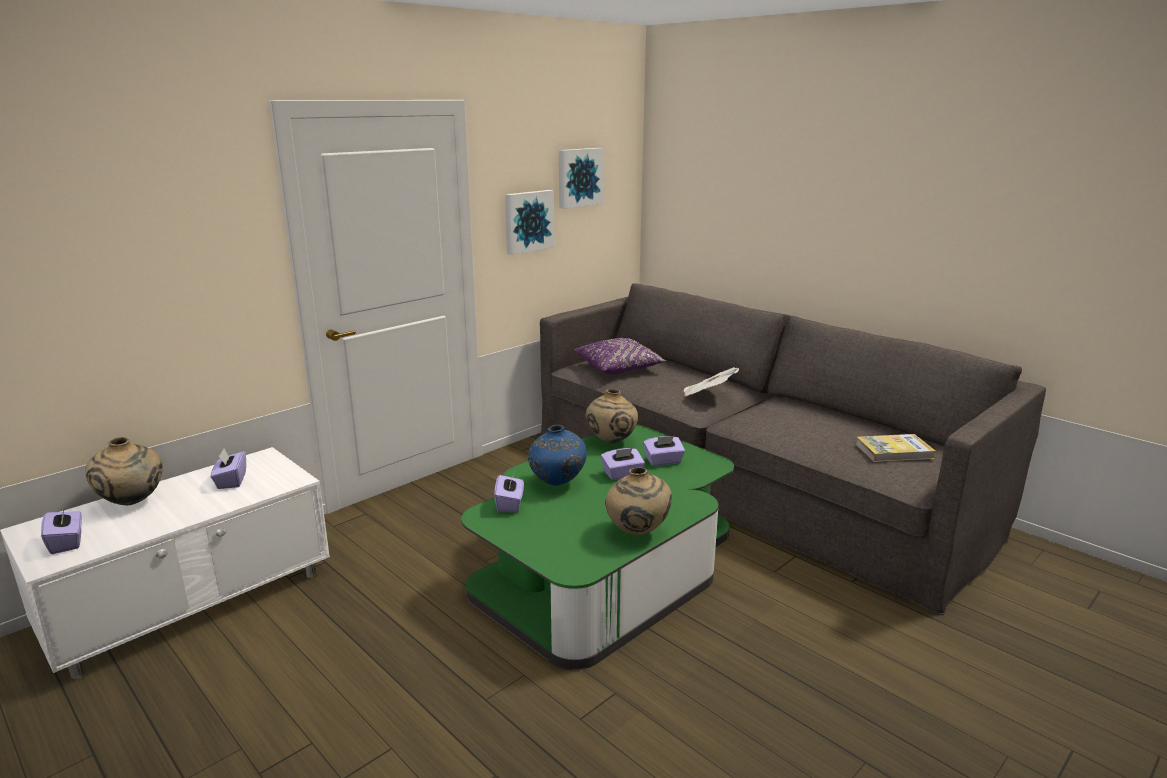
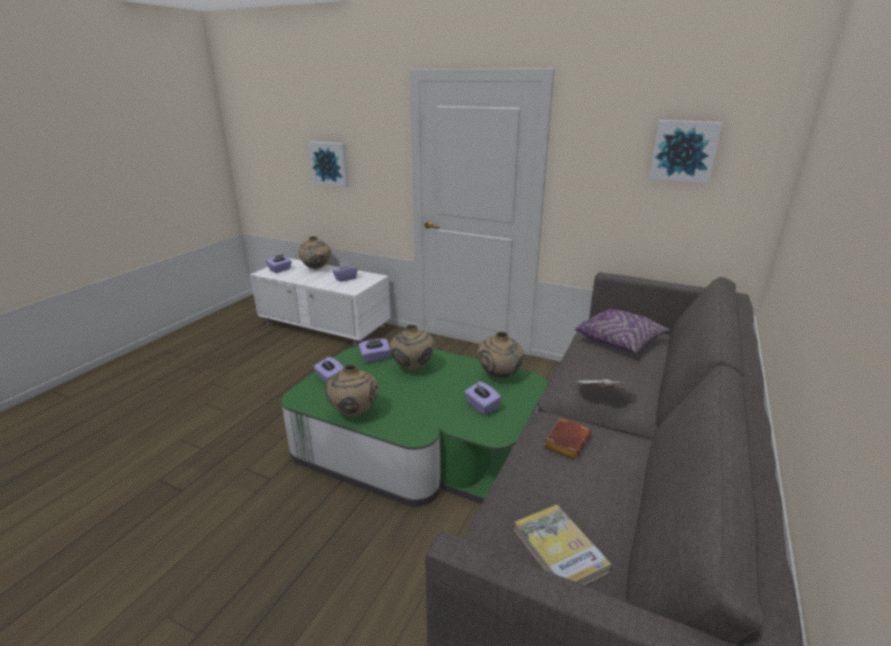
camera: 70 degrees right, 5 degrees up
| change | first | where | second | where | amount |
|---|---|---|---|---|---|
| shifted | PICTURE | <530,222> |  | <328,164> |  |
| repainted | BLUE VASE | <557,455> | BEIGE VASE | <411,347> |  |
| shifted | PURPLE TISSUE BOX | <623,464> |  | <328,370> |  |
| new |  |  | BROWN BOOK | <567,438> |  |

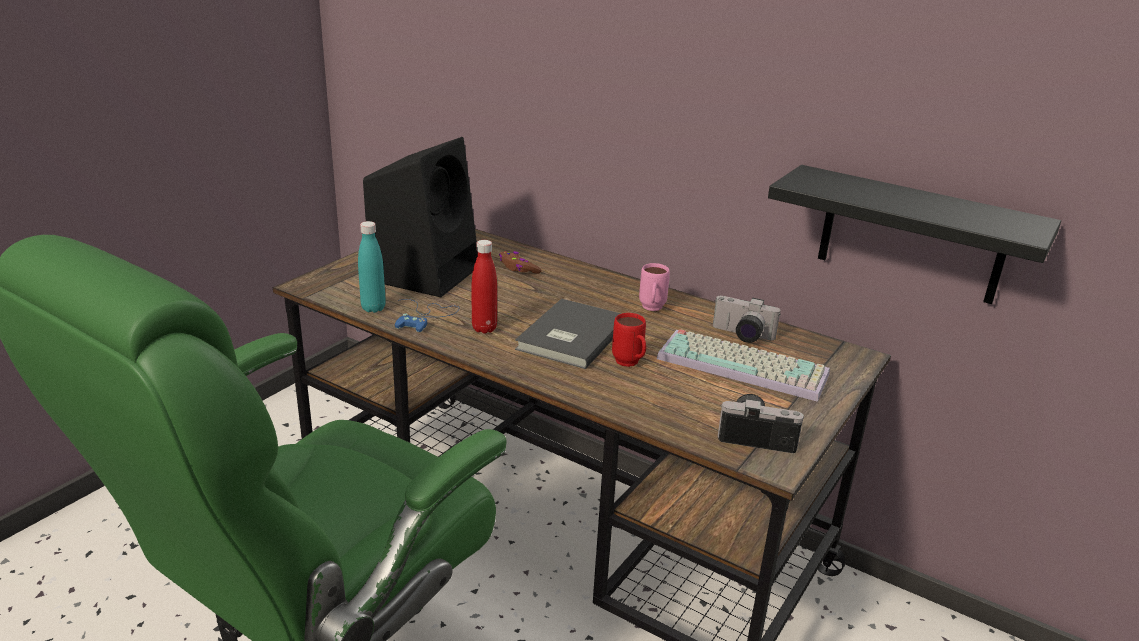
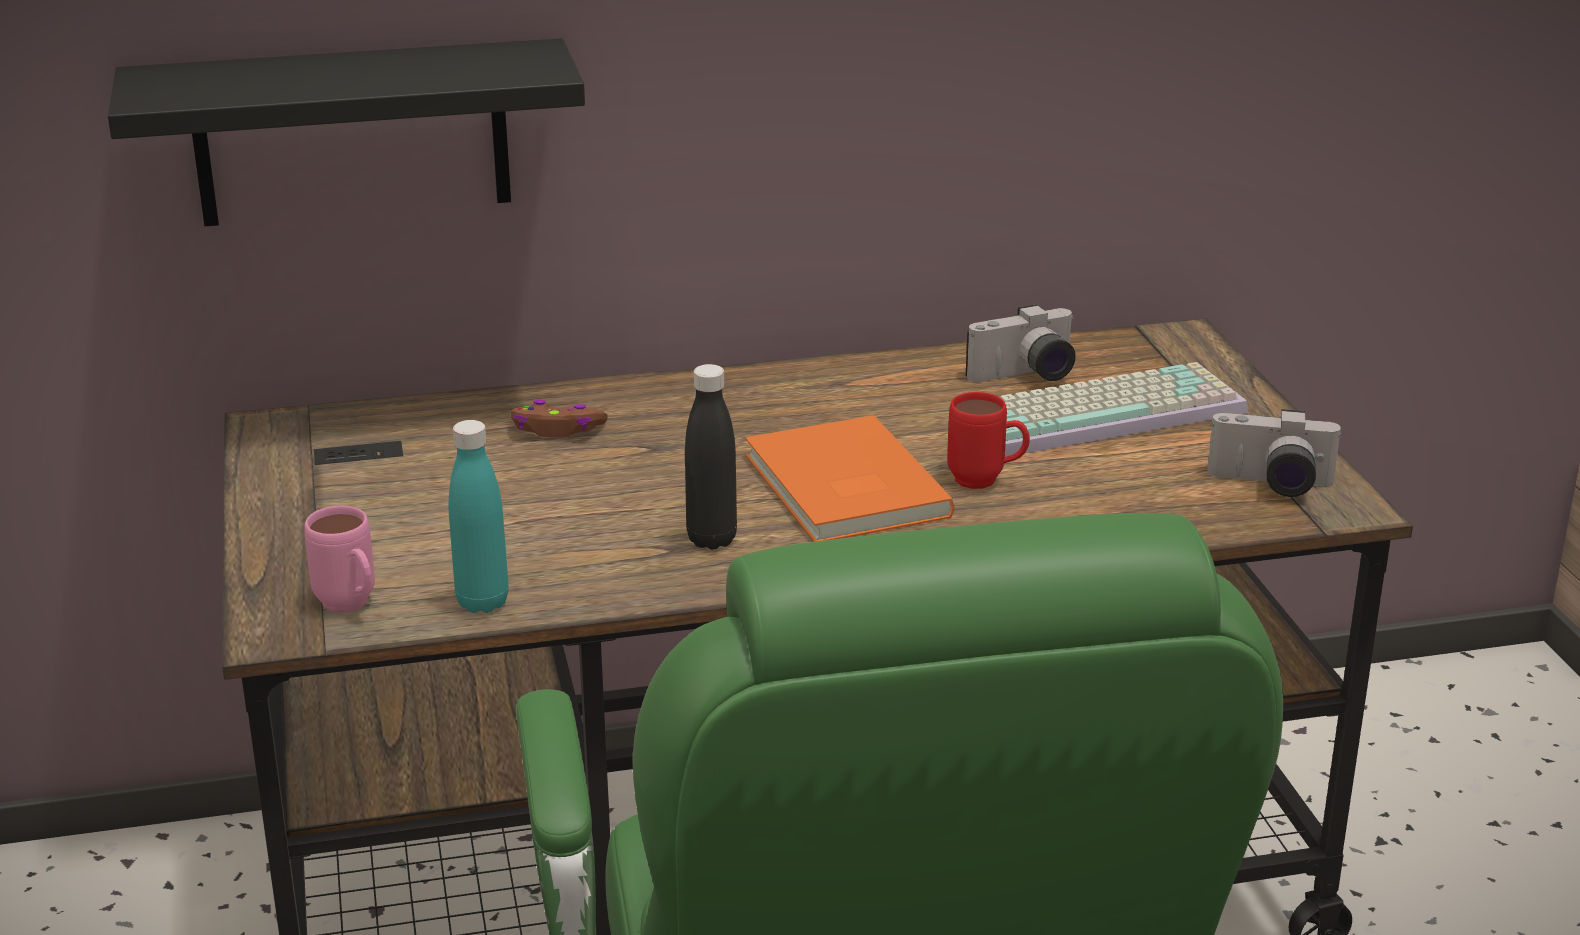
camera: 45 degrees left, 0 degrees up
| change | first | where | second | where | amount |
|---|---|---|---|---|---|
| gone | BLACK SPEAKER | <420,217> |  |  |  |
| shifted | BLACK SHELF | <914,234> |  | <346,132> |  |
| repainted | RED BOTTLE | <484,286> | BLACK BOTTLE | <711,457> |  |
| shifted | PINK MUG | <654,287> |  | <339,559> |  |
| gone | BLUE GAME CONTROLLER | <427,315> |  |  |  |
| repainted | GREY BOOK | <568,334> | ORANGE BOOK | <850,478> |  |
| rotated | PHOTO CAMERA | <761,423> |  | <1275,453> | 135 degrees counterclockwise |

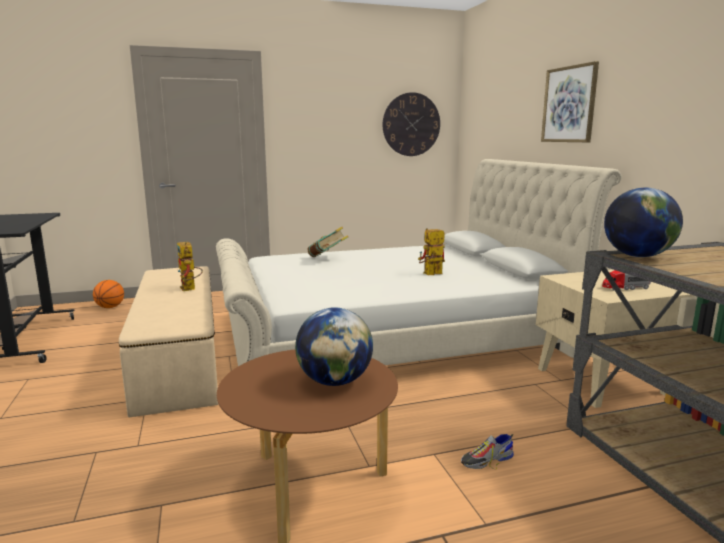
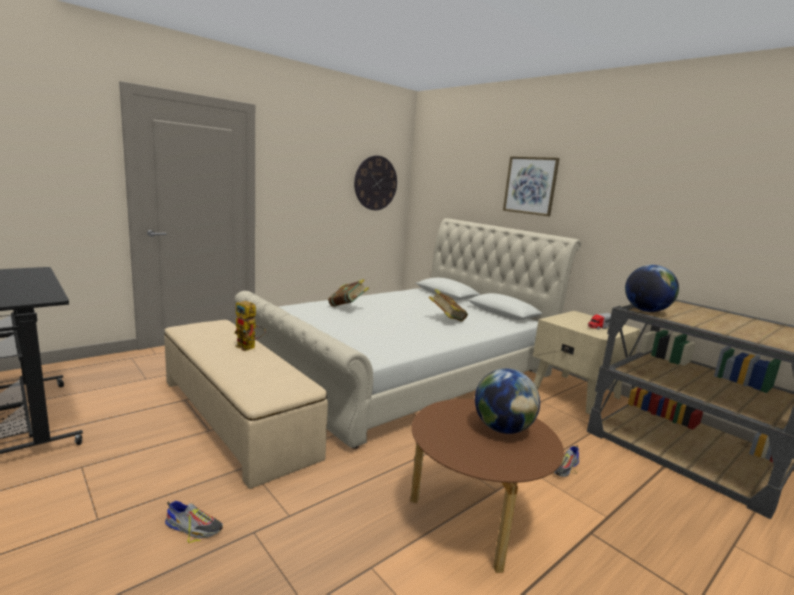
camera: 25 degrees left, 0 degrees up
| change | first | where | second | where | amount |
|---|---|---|---|---|---|
| swapped | TOY ROBOT | <431,251> | BOOK | <448,305> |  |
| gone | BASKETBALL | <108,294> |  |  |  |
| new |  |  | SHOE | <194,522> |  |

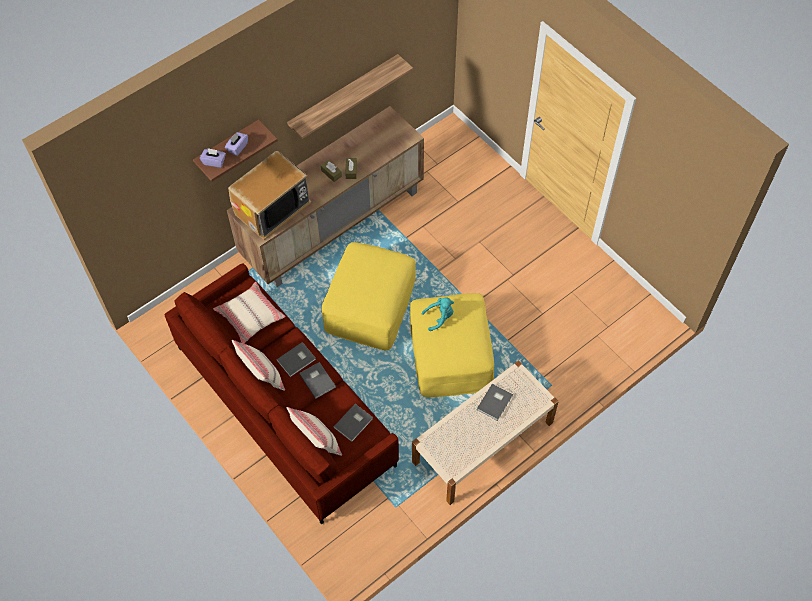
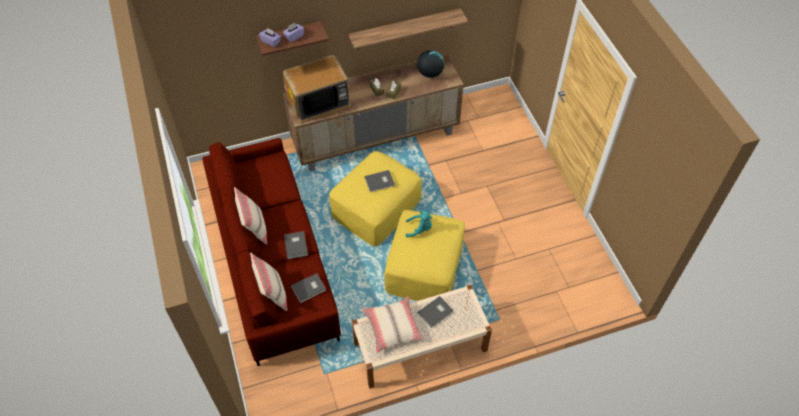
camera: 20 degrees right, 5 degrees down
| change | first | where | second | where | amount |
|---|---|---|---|---|---|
| shifted | BEIGE PILLOW | <249,313> |  | <393,324> |  |
| shifted | GREY BOOK | <296,359> |  | <379,181> |  |
| new |  |  | GLOBE | <430,64> |  |

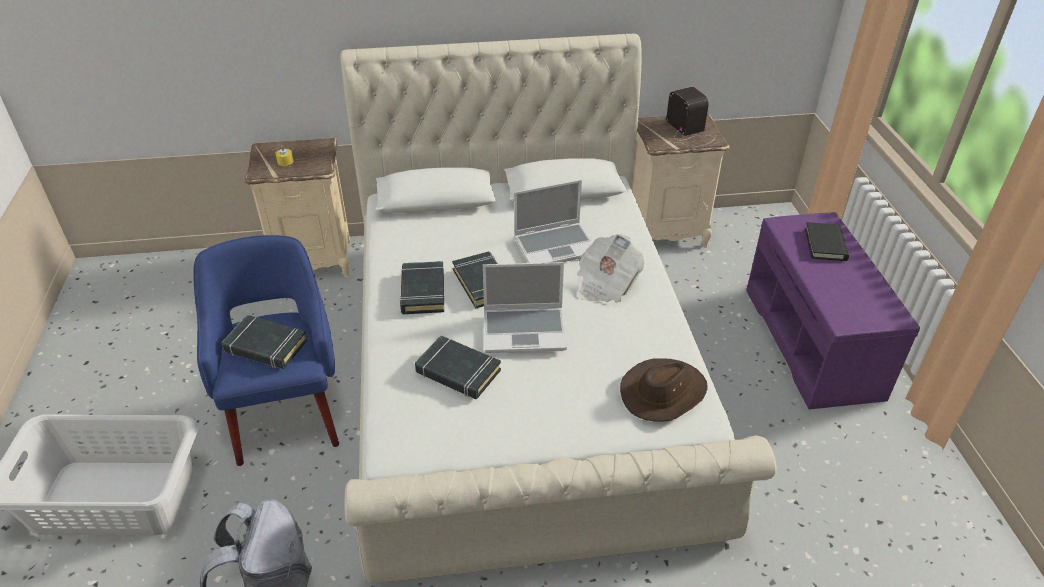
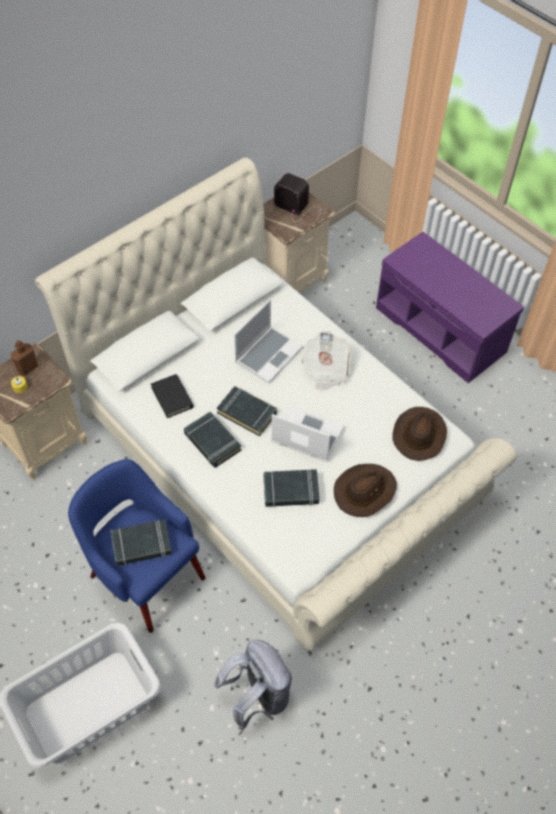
camera: 35 degrees left, 15 degrees up
| change | first | where | second | where | amount |
|---|---|---|---|---|---|
| shifted | BLACK BOOK | <827,241> |  | <172,396> |  |
| rotated | LAPTOP | <524,307> |  | <307,434> | 120 degrees counterclockwise |
| new |  |  | BROWN BOTTLE | <24,358> |  |
| new |  |  | BROWN HAT | <365,490> |  |

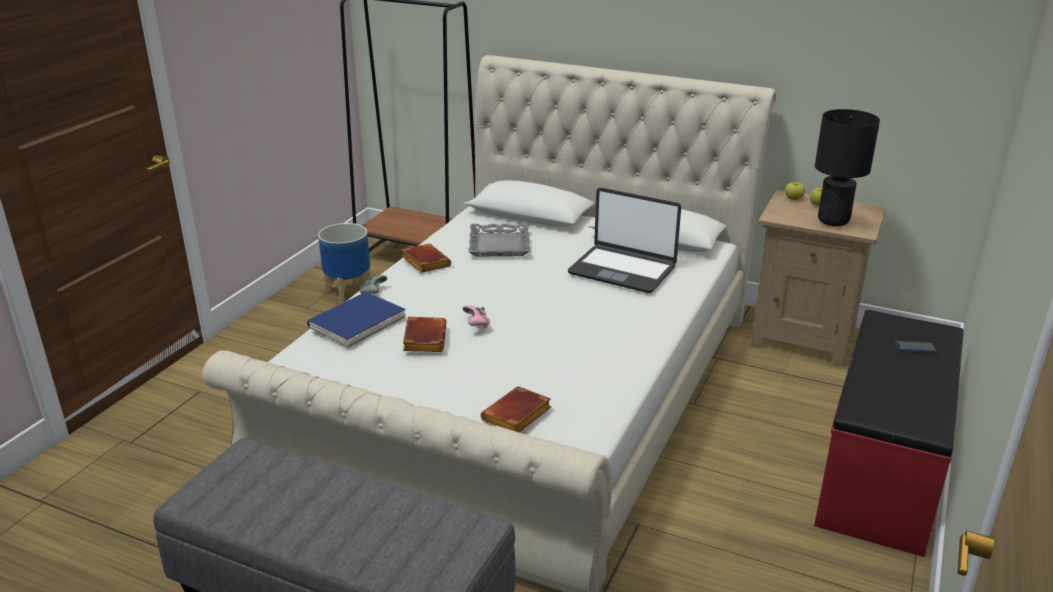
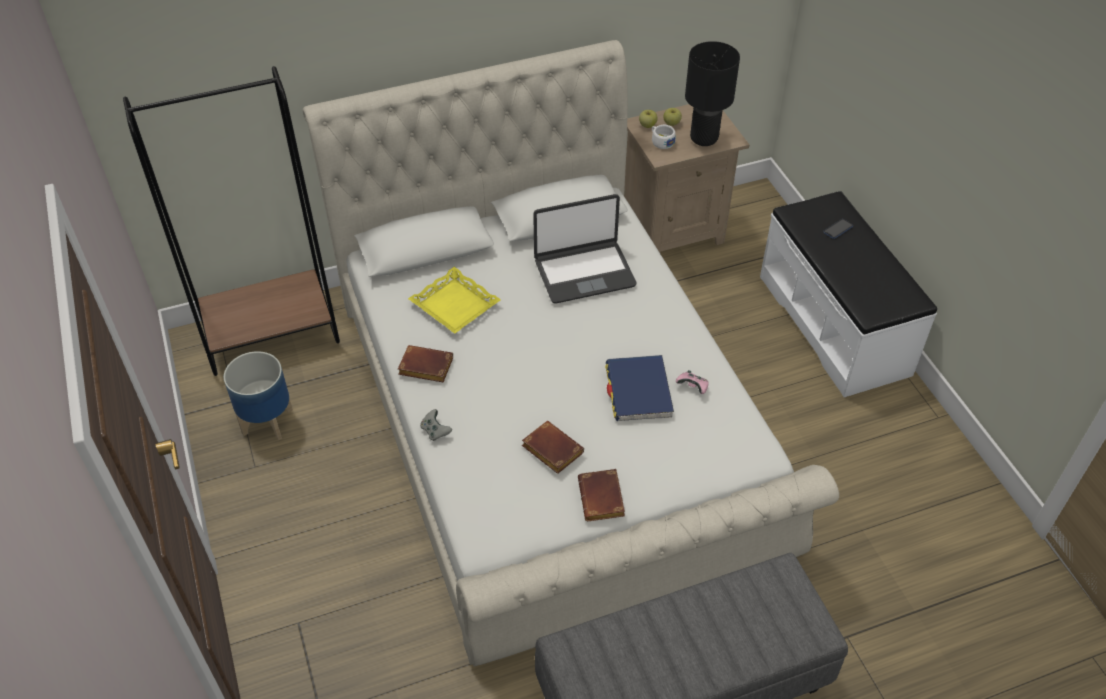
camera: 45 degrees left, 20 degrees up
| change | first | where | second | where | amount |
|---|---|---|---|---|---|
| repainted | GREY TRAY | <499,240> | YELLOW TRAY | <454,300> |  |
| shifted | BLUE BOOK | <356,320> |  | <639,388> |  |
| shifted | PINK GAME CONTROLLER | <476,316> |  | <692,382> |  |
| repainted | RED BENCH | <889,433> | WHITE BENCH | <848,294> |  |
| shifted | BROWN BOOK | <516,409> |  | <601,495> |  |
| new |  |  | WHITE CUP | <664,137> |  |

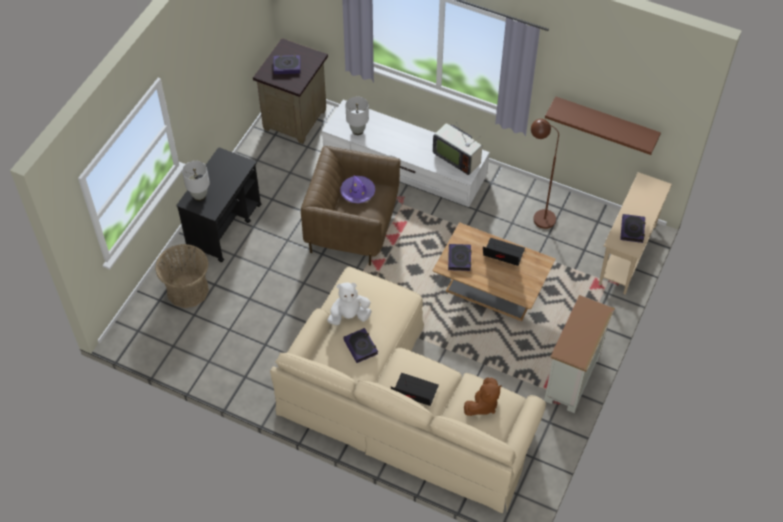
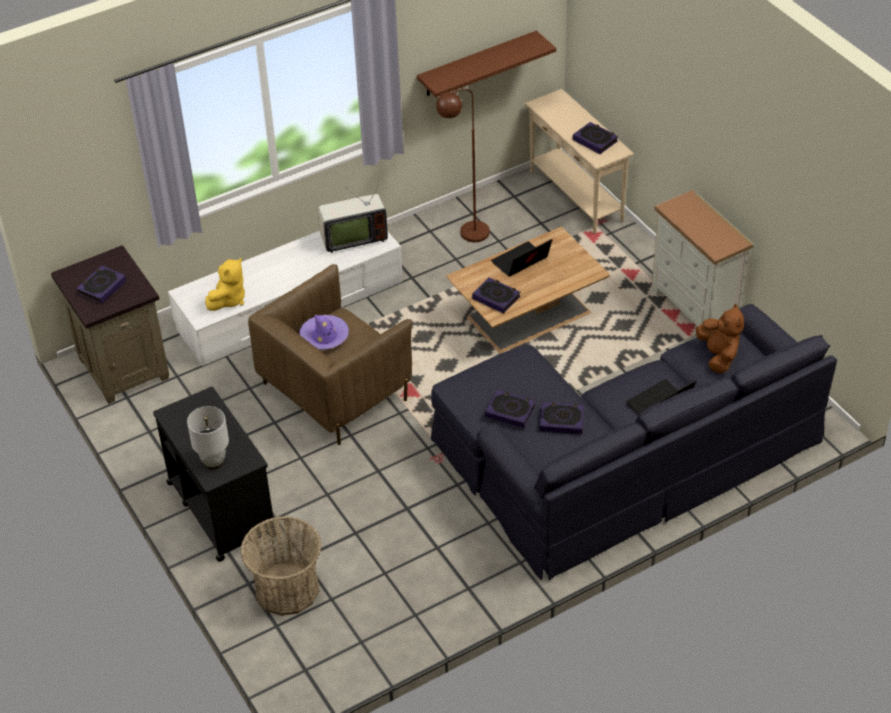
camera: 55 degrees left, 10 degrees down
| change | first | where | second | where | amount |
|---|---|---|---|---|---|
| swapped | WHITE TABLE LAMP | <357,115> | YELLOW PLUSH TOY | <225,284> |  |
| repainted | BEIGE SOFA | <408,390> | BLACK SOFA | <634,442> |  |
| swapped | WHITE PLUSH TOY | <349,303> | BOOK | <510,409> |  |

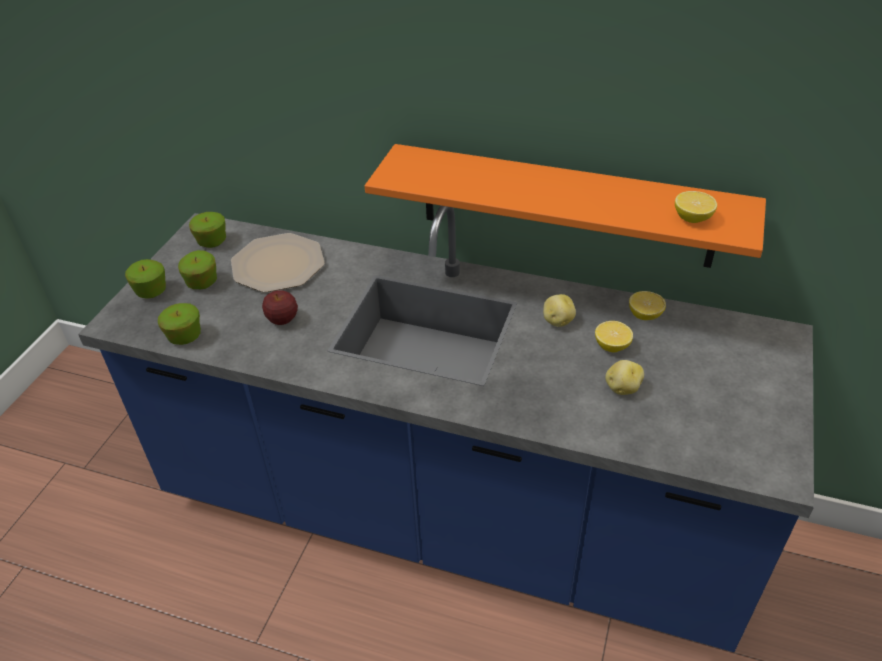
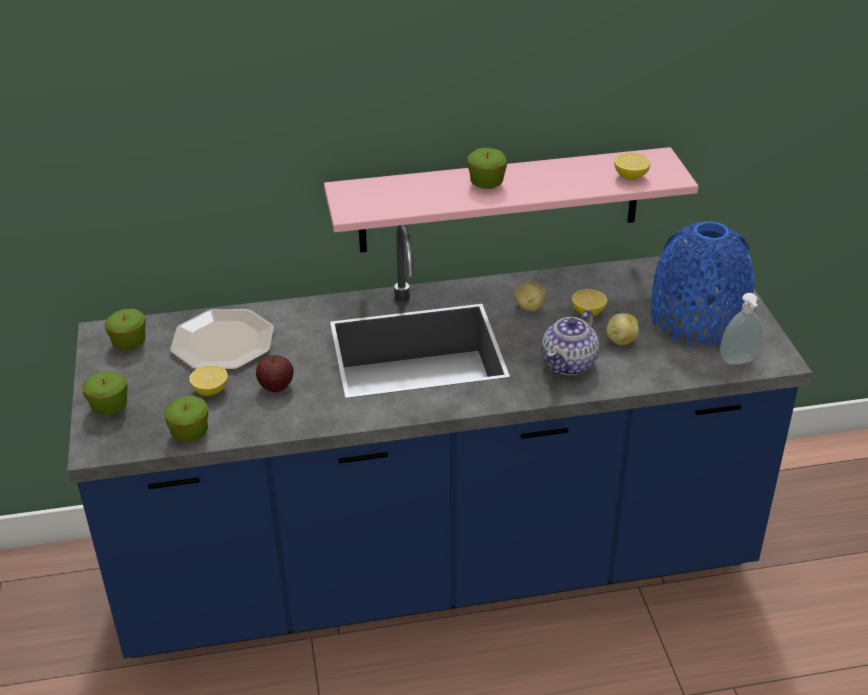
camera: 30 degrees left, 5 degrees down
| change | first | where | second | where | amount |
|---|---|---|---|---|---|
| repainted | ORANGE SHELF | <565,206> | PINK SHELF | <511,200> |  |
| shifted | APPLE | <197,269> |  | <487,168> |  |
| shifted | LEMON | <647,305> |  | <208,380> |  |
| new |  |  | BLUE VASE | <703,283> |  |
| new |  |  | SOAP DISPENSER | <742,328> |  |
| new |  |  | TEAPOT | <570,342> |  |

